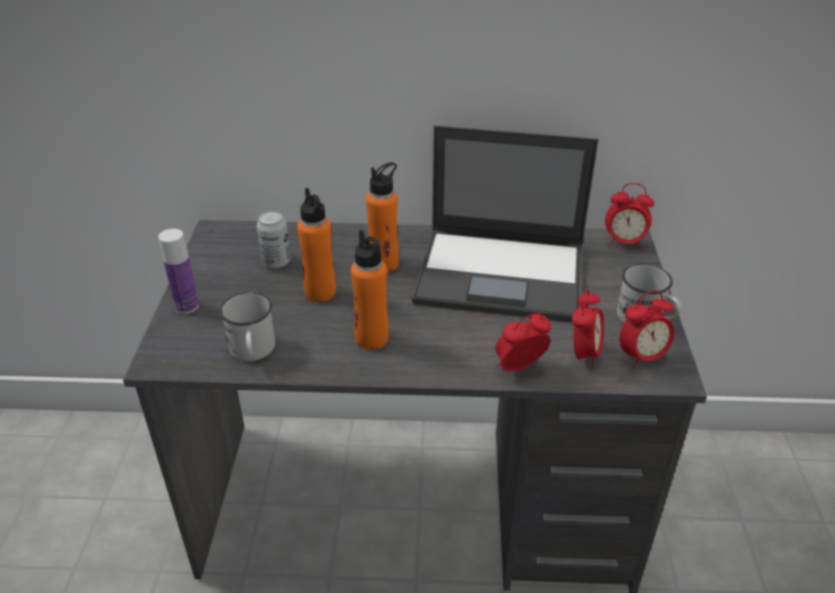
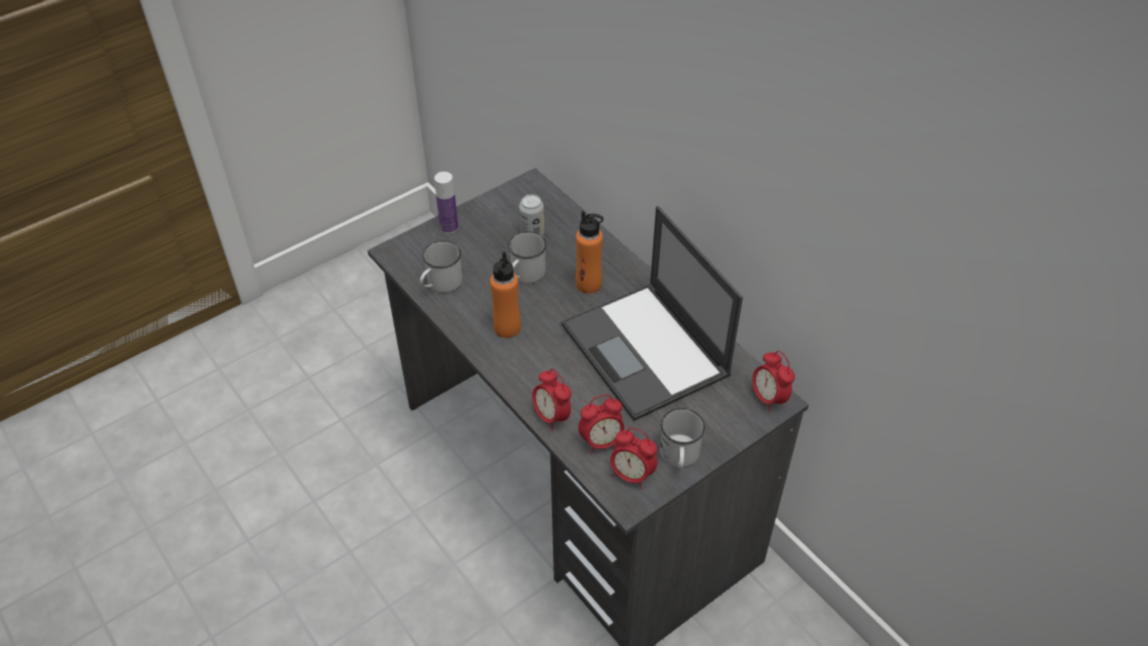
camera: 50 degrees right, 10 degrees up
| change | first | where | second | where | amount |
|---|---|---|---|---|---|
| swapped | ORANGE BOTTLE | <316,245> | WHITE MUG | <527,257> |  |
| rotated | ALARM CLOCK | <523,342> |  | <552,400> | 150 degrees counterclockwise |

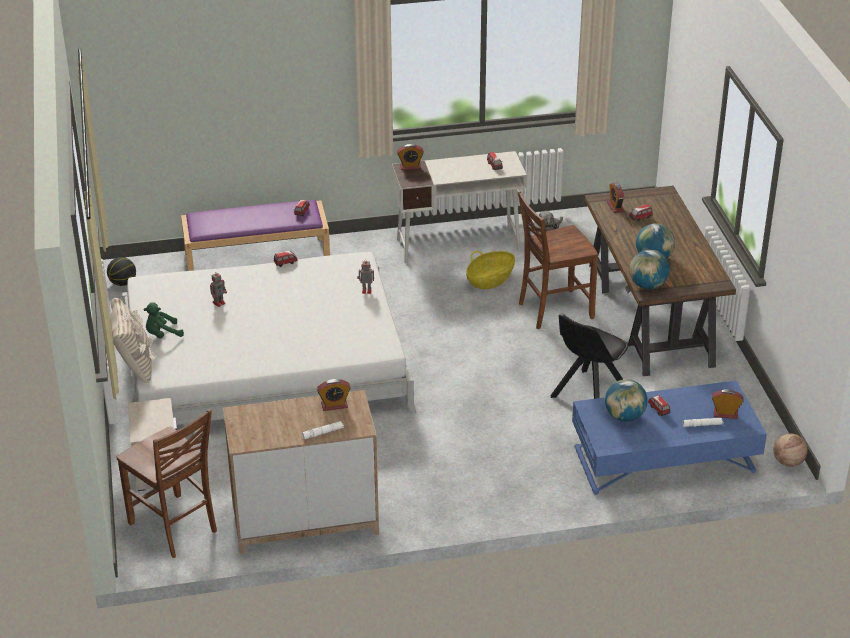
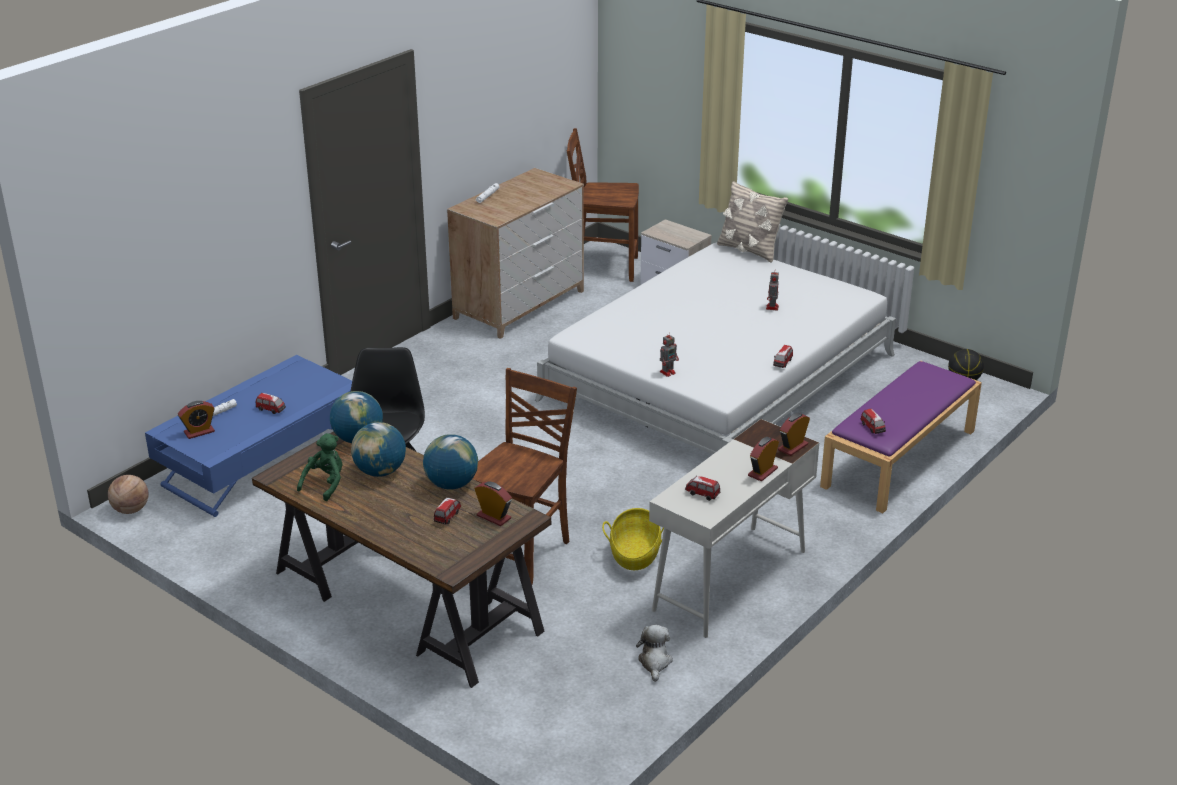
camera: 140 degrees right, 5 degrees down
| change | first | where | second | where | amount |
|---|---|---|---|---|---|
| shifted | GREEN PLUSH TOY | <163,320> |  | <319,467> |  |
| shifted | ALARM CLOCK | <333,395> |  | <763,459> |  |
| shifted | GLOBE | <626,400> |  | <450,461> |  |

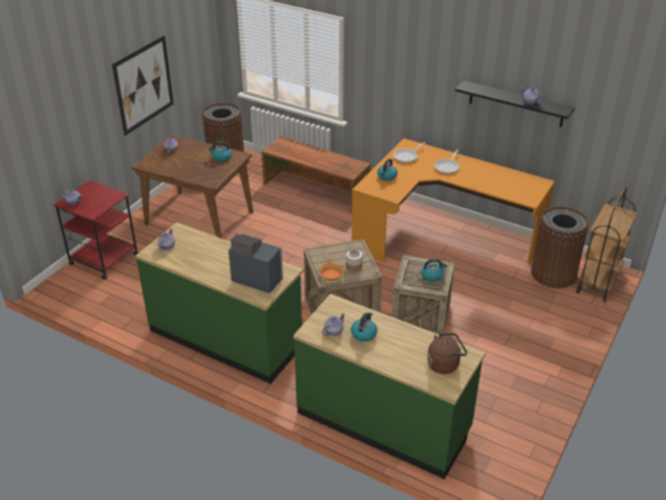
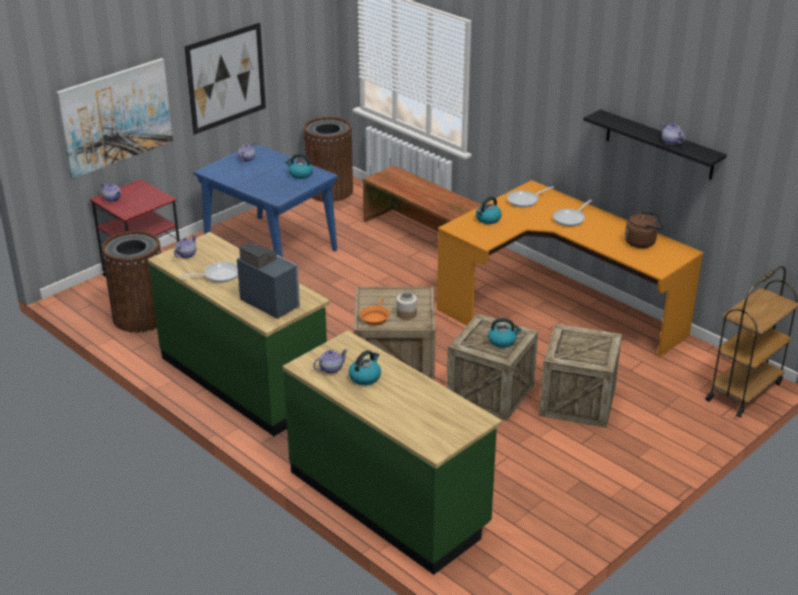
camera: 15 degrees right, 5 degrees down
| change | first | where | second | where | amount |
|---|---|---|---|---|---|
| repainted | BROWN DINING TABLE | <192,187> | BLUE DINING TABLE | <265,200> |  |
| shifted | BROWN TRASH CAN | <560,247> |  | <131,282> |  |
| shifted | BROWN KETTLE | <447,353> |  | <644,229> |  |
| new |  |  | PICTURE | <114,118> |  |
| new |  |  | FRYING PAN | <209,272> |  |
| new |  |  | CRATE | <580,376> |  |

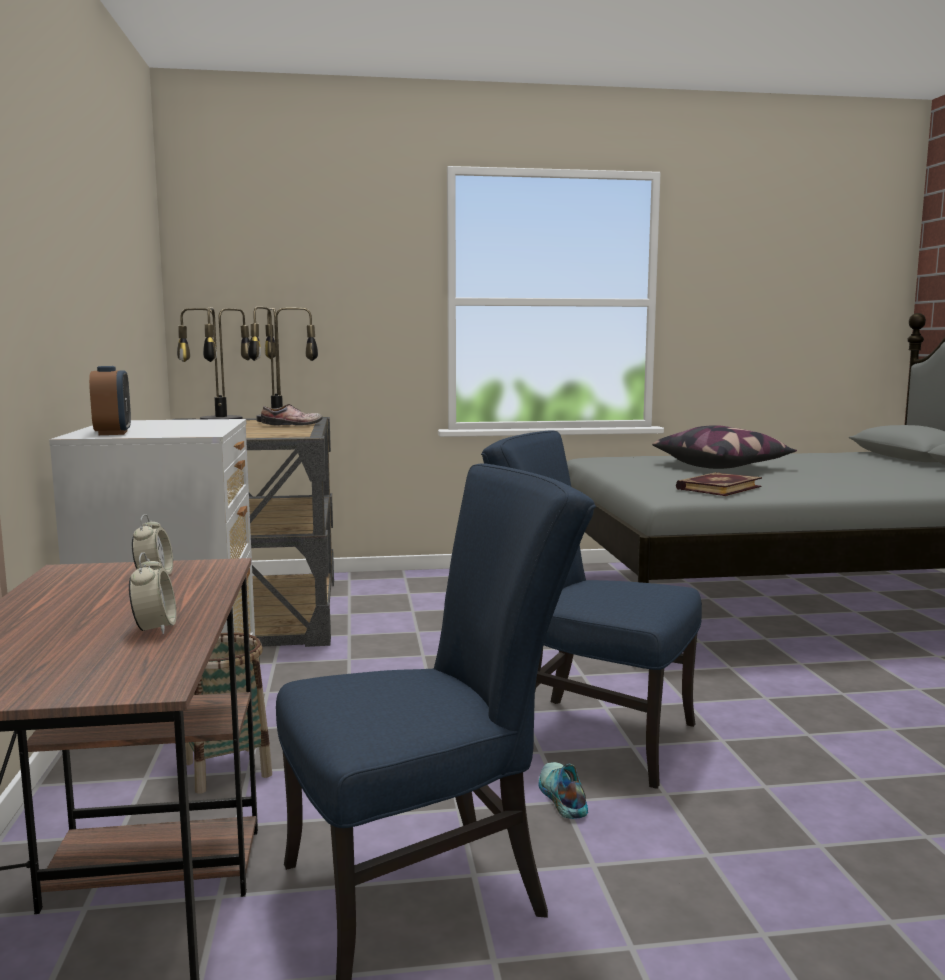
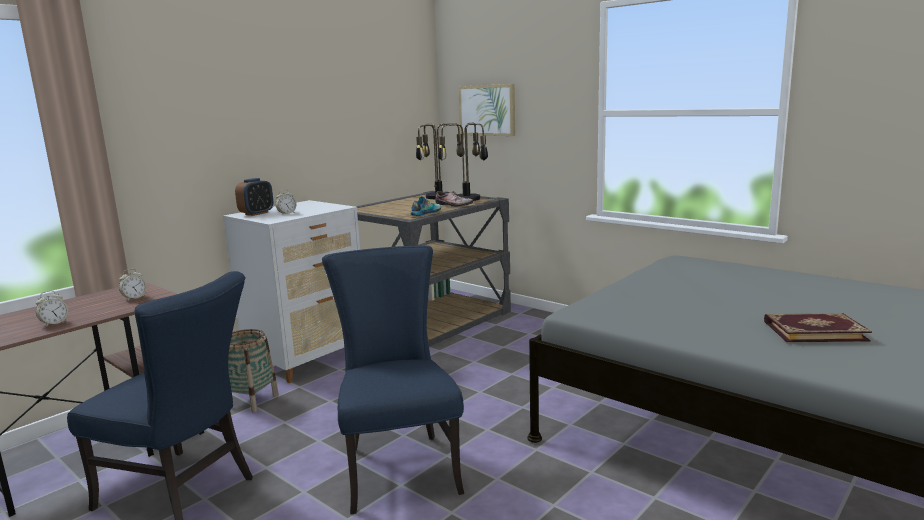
camera: 50 degrees right, 5 degrees up
| change | first | where | second | where | amount |
|---|---|---|---|---|---|
| gone | PILLOW | <724,447> |  |  |  |
| shifted | BOOK | <719,484> |  | <818,327> |  |
| shifted | SHOE | <563,790> |  | <425,206> |  |
| new |  |  | PICTURE | <486,110> |  |
| new |  |  | ALARM CLOCK | <286,202> |  |

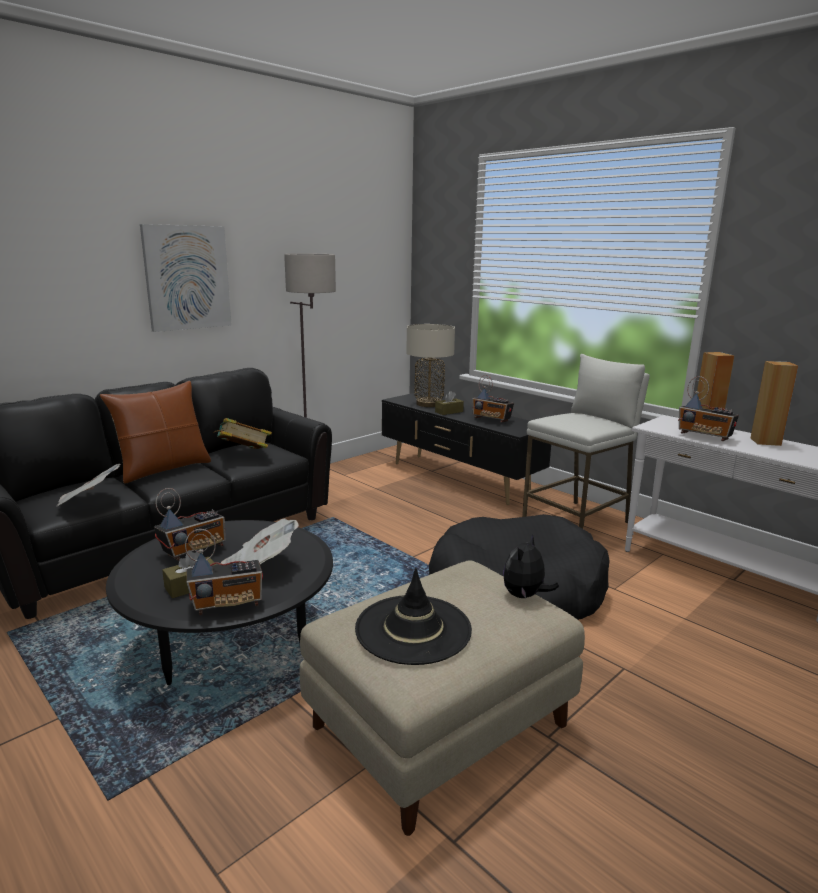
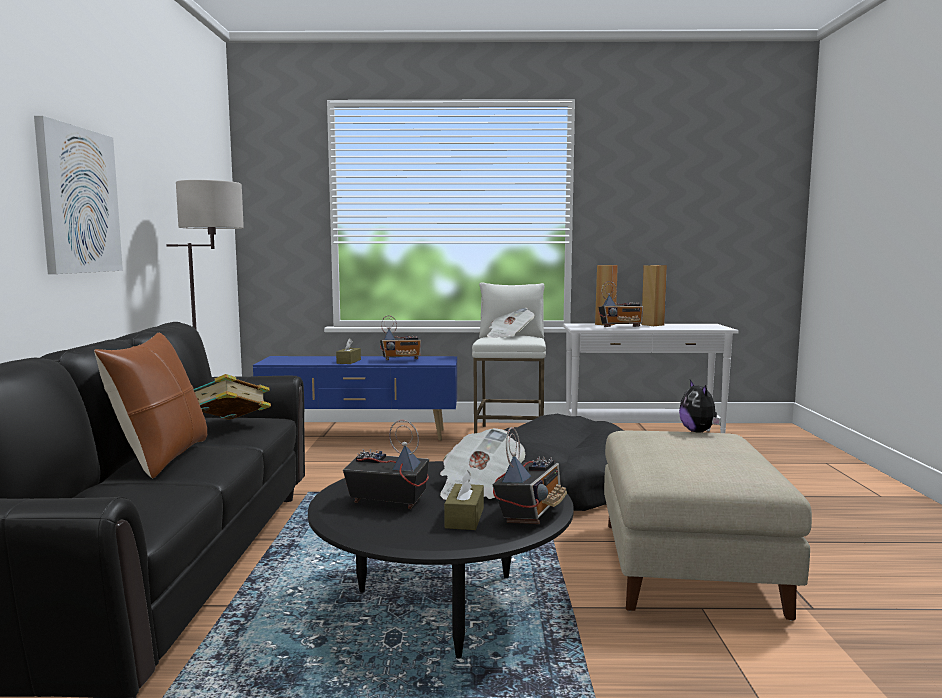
camera: 45 degrees left, 10 degrees down
| change | first | where | second | where | amount |
|---|---|---|---|---|---|
| gone | TABLE LAMP | <430,365> |  |  |  |
| repainted | BLACK TV STAND | <466,449> | BLUE TV STAND | <355,398> |  |
| shifted | NEWSPAPER | <88,485> |  | <511,323> |  |
| rotated | RADIO | <190,524> |  | <386,464> | 75 degrees counterclockwise |
| gone | BLACK HAT | <413,616> |  |  |  |

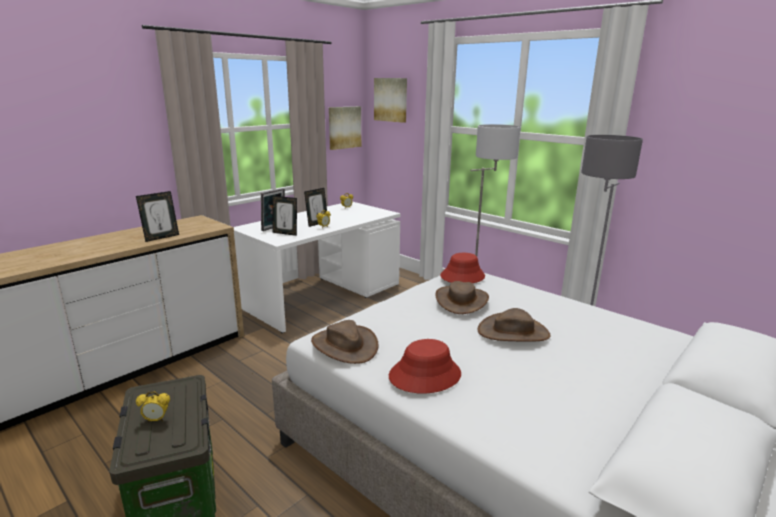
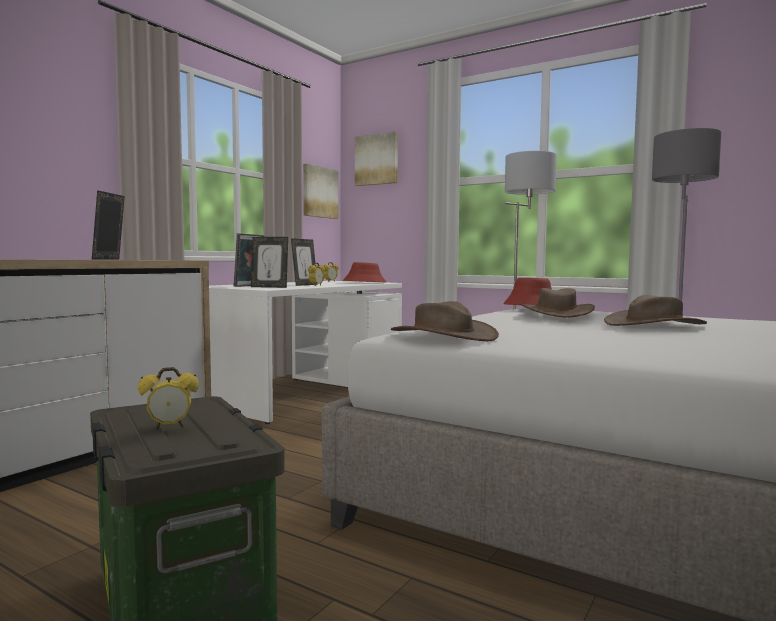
camera: 10 degrees left, 15 degrees down
| change | first | where | second | where | amount |
|---|---|---|---|---|---|
| rotated | PICTURE FRAME | <157,216> |  | <108,225> | 150 degrees clockwise |
| shifted | RED HAT | <425,366> |  | <365,272> |  |

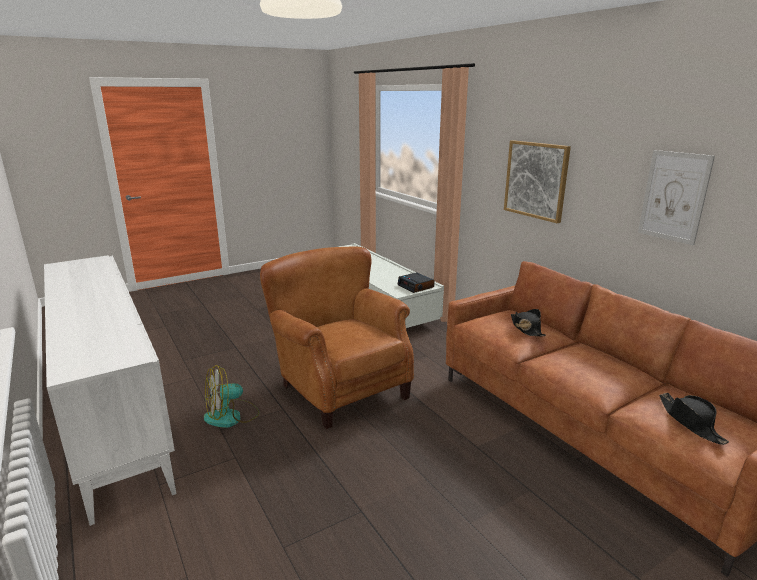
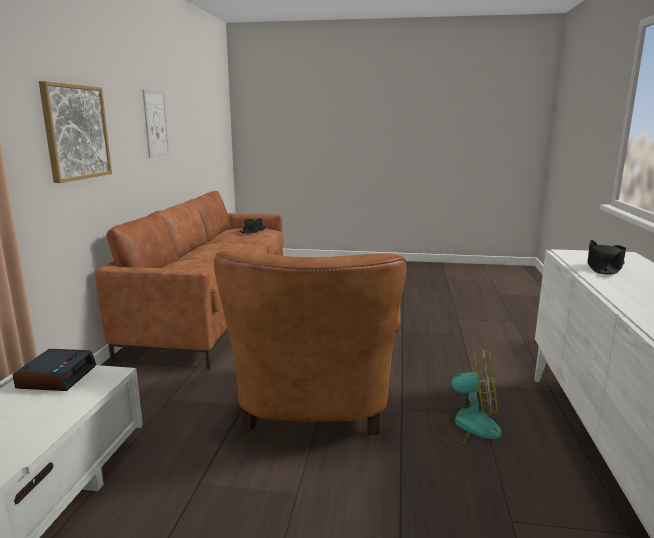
camera: 140 degrees left, 5 degrees down
| change | first | where | second | where | amount |
|---|---|---|---|---|---|
| shifted | BLACK HAT | <528,322> |  | <606,257> |  |

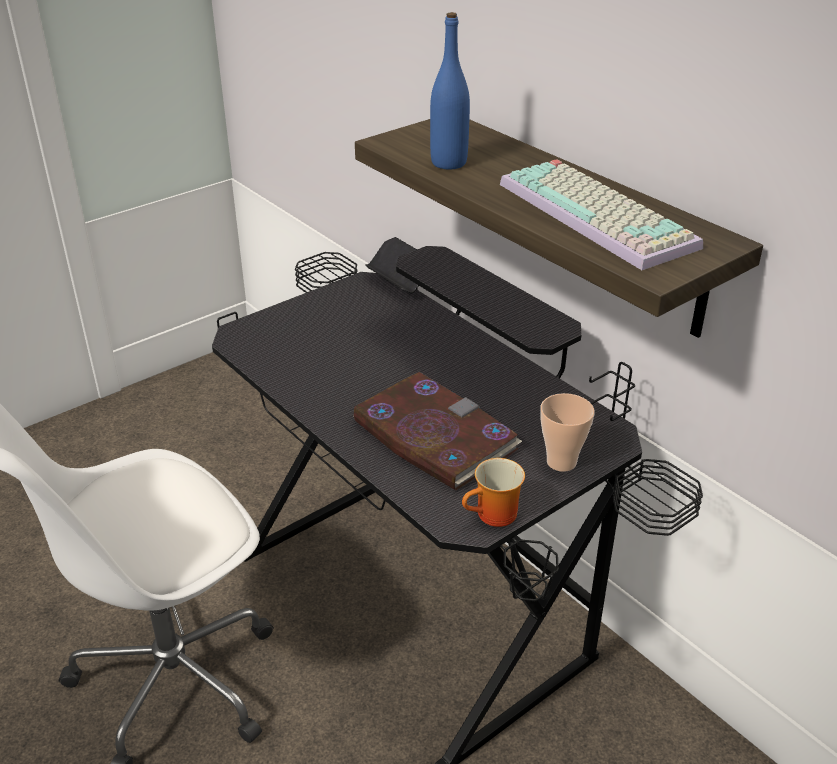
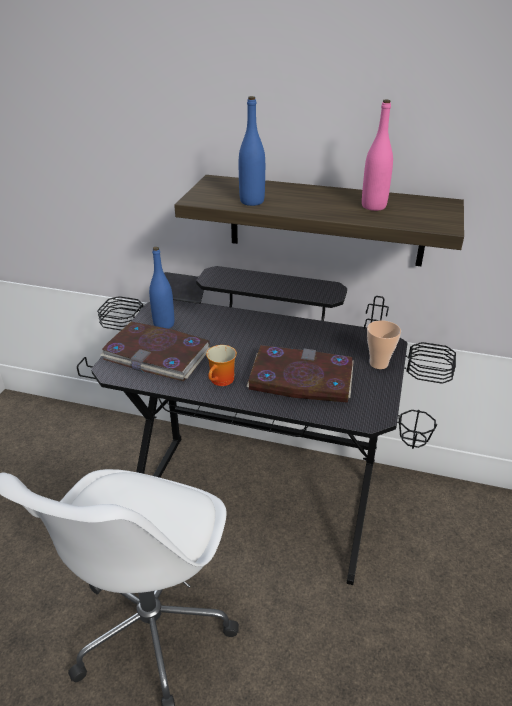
camera: 35 degrees left, 0 degrees up
| change | first | where | second | where | amount |
|---|---|---|---|---|---|
| swapped | KEYBOARD | <601,214> | PINK BOTTLE | <377,155> |  |
| shifted | MUG | <493,492> |  | <221,365> |  |
| new |  |  | BLUE BOTTLE | <161,288> |  |
| new |  |  | BOOK | <155,351> |  |

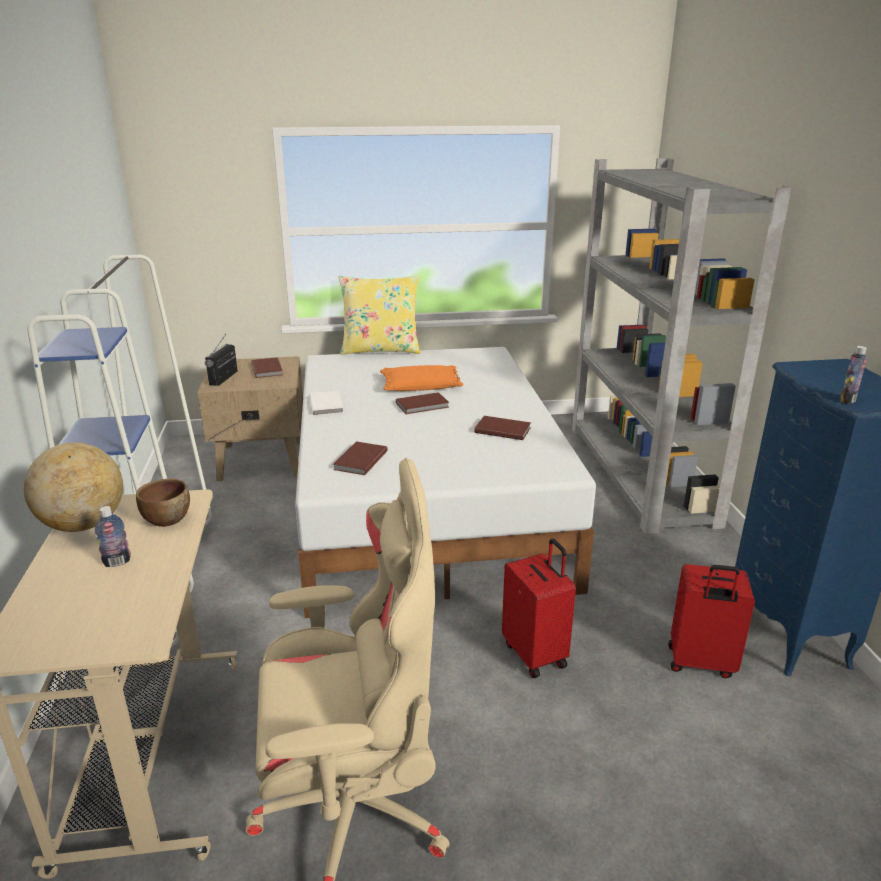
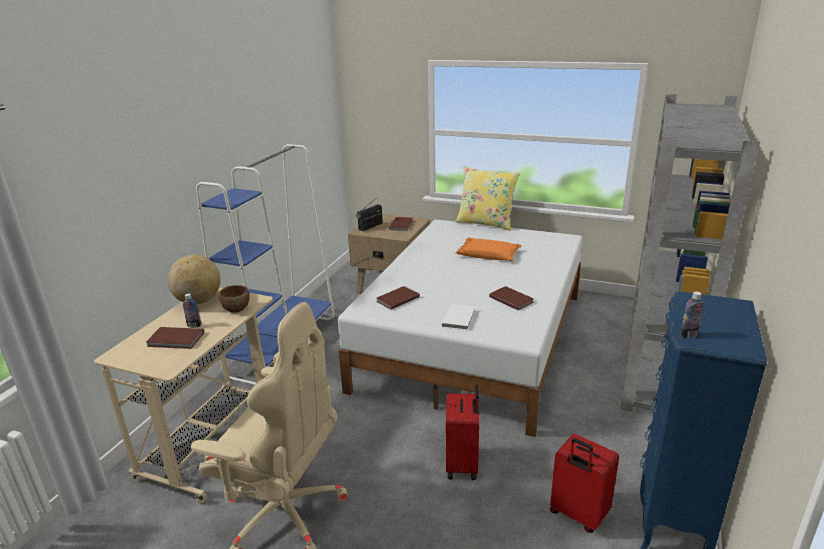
camera: 30 degrees right, 0 degrees up
| change | first | where | second | where | amount |
|---|---|---|---|---|---|
| shifted | WHITE BOOK | <326,403> |  | <458,317> |  |
| shifted | BROWN BOOK | <422,403> |  | <175,338> |  |

